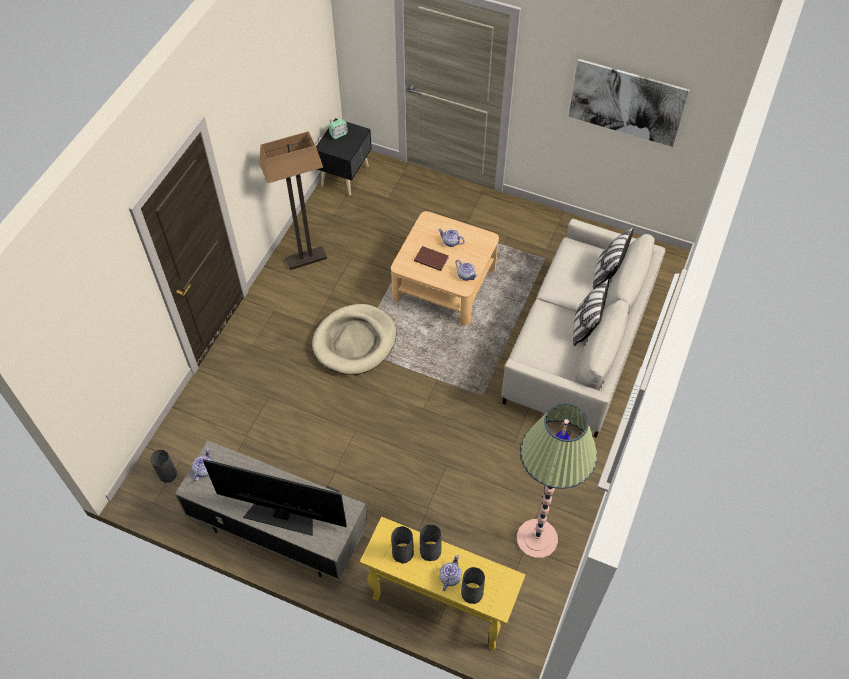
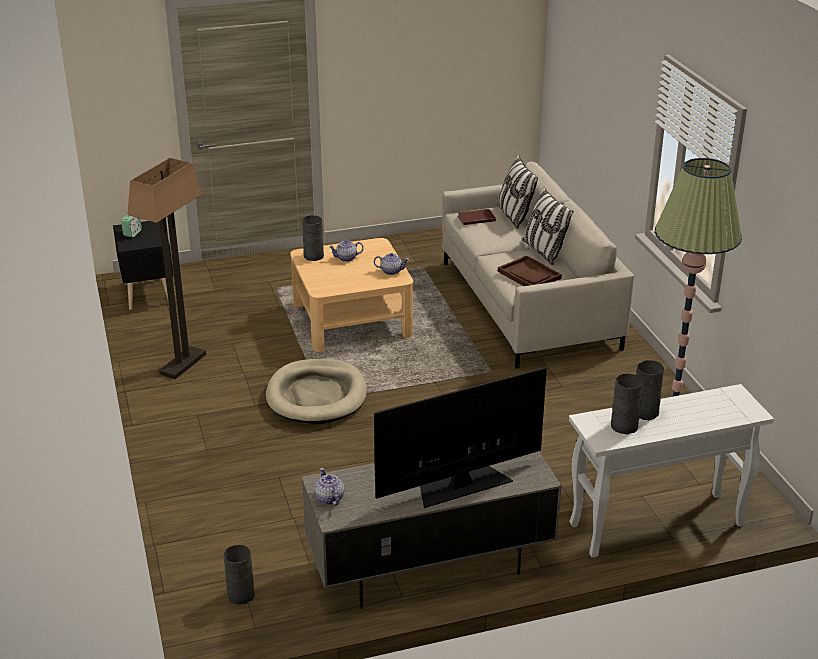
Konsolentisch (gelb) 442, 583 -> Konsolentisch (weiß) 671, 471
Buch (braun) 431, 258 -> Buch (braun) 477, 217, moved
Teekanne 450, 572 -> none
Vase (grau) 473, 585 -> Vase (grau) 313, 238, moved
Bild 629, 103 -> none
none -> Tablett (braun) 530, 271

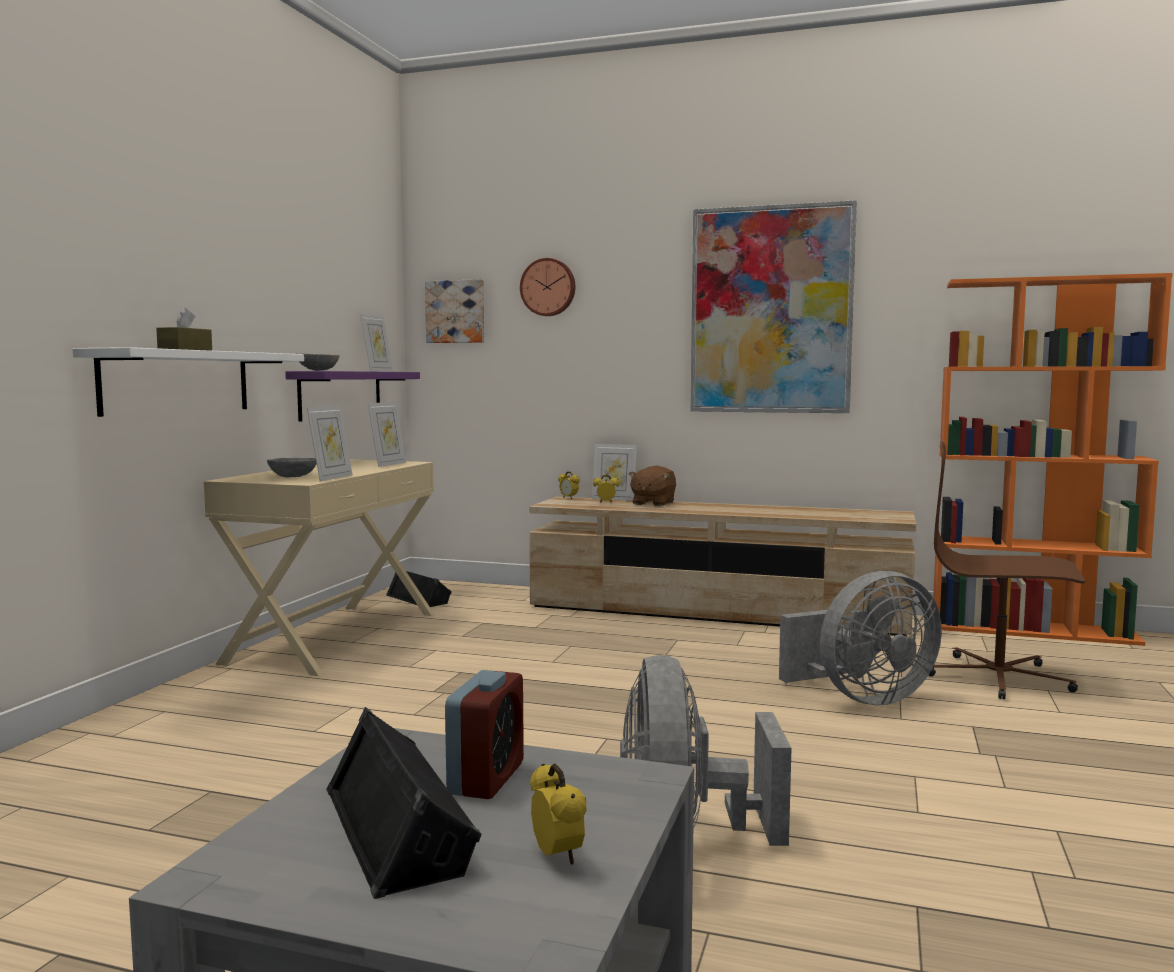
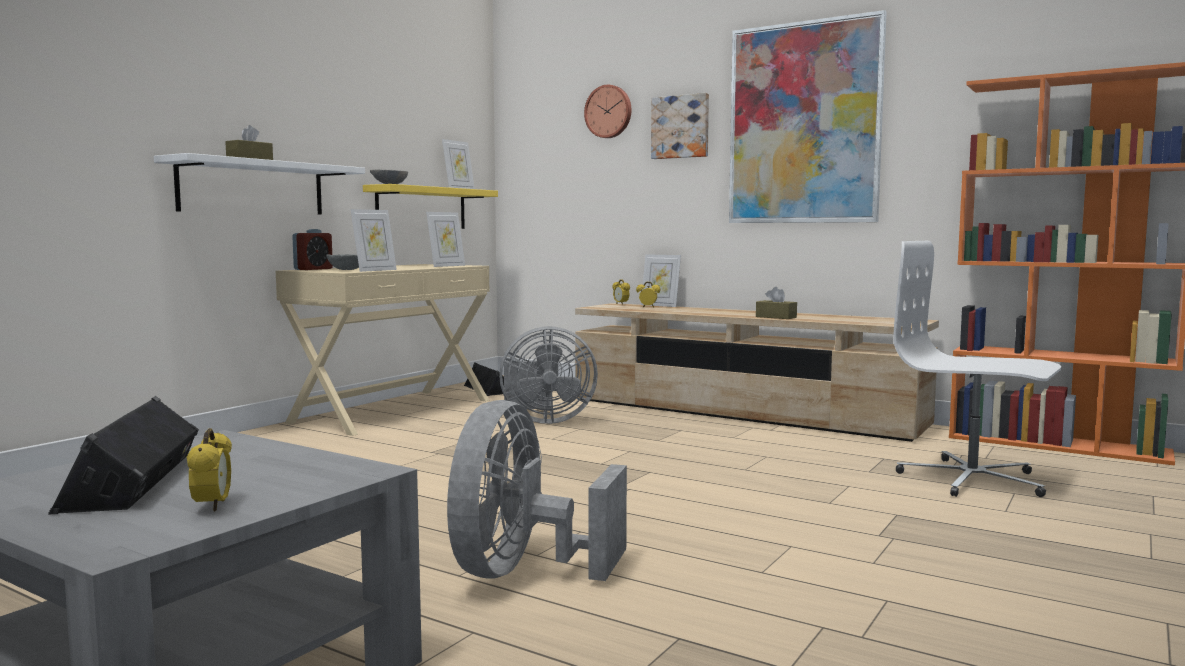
Wandregal (lila) 352, 396 -> Wandregal (gelb) 430, 206
Bild 454, 311 -> Bild 680, 126, moved
Wecker 484, 734 -> Wecker 312, 249, moved
Plüschtier (braun) 652, 486 -> none
Ventilator (grau) 860, 638 -> Ventilator (grau) 548, 375, moved
Bürostuhl (braun) 1006, 570 -> Bürostuhl (weiß) 977, 369
none -> Taschentuchbox (braun) 776, 303

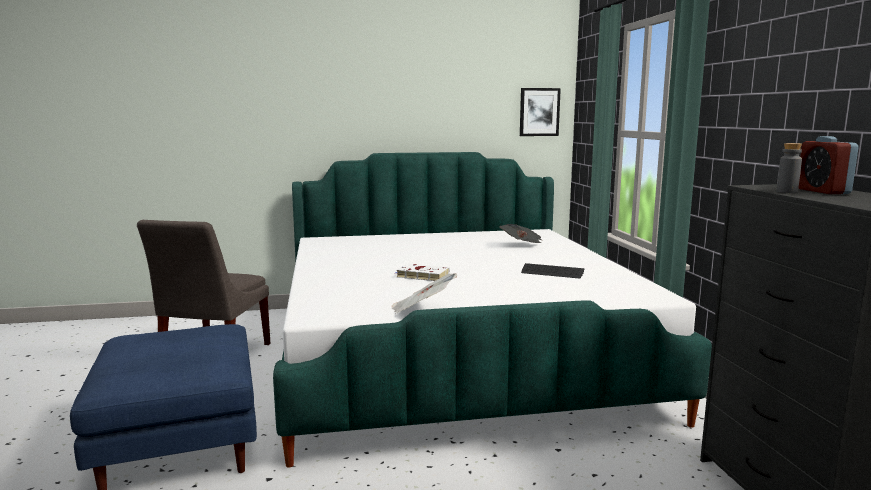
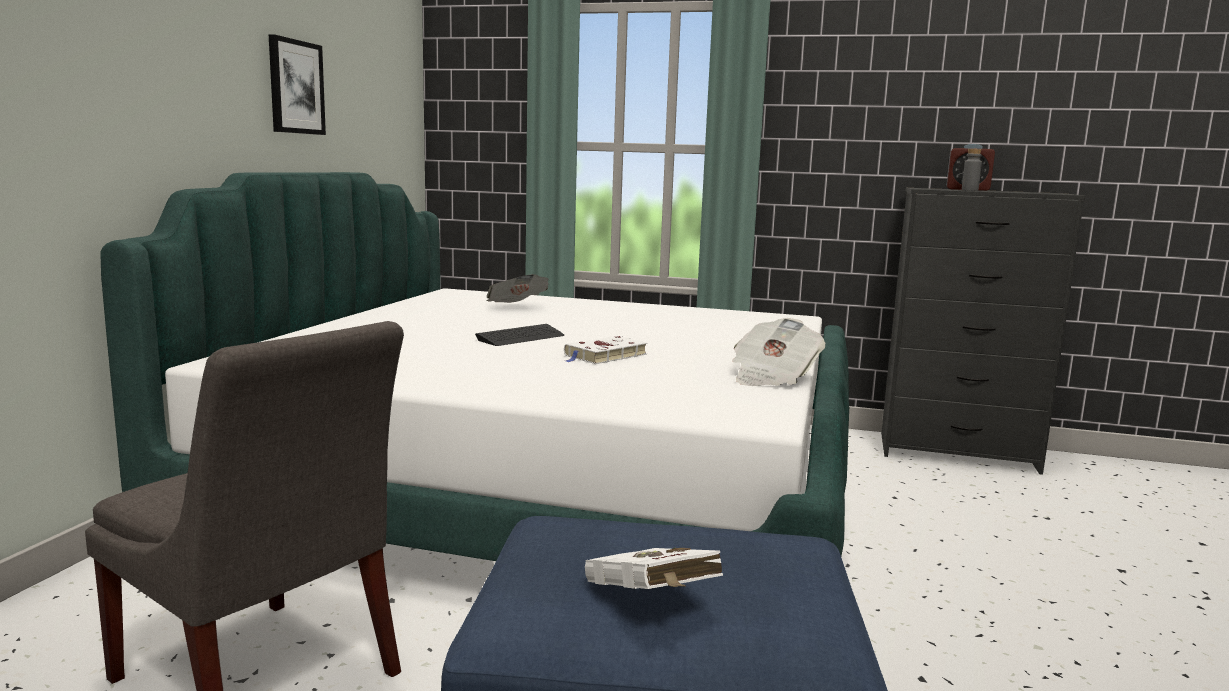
Bild 540, 112 -> Bild 297, 84, moved
Tastatur 553, 271 -> Tastatur 519, 335, moved
none -> Buch (weiß) 654, 568

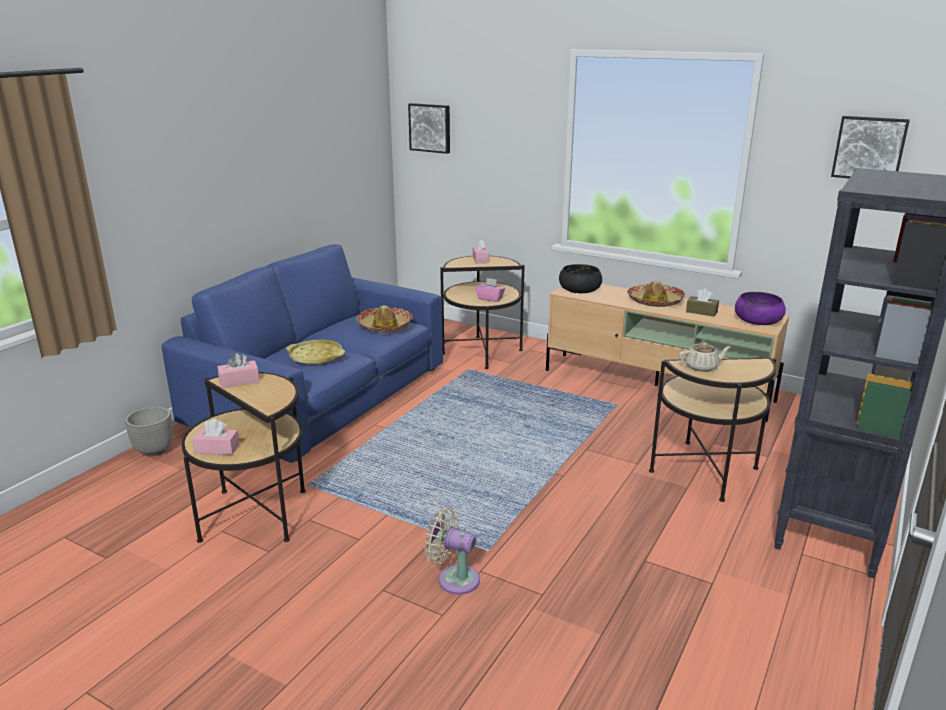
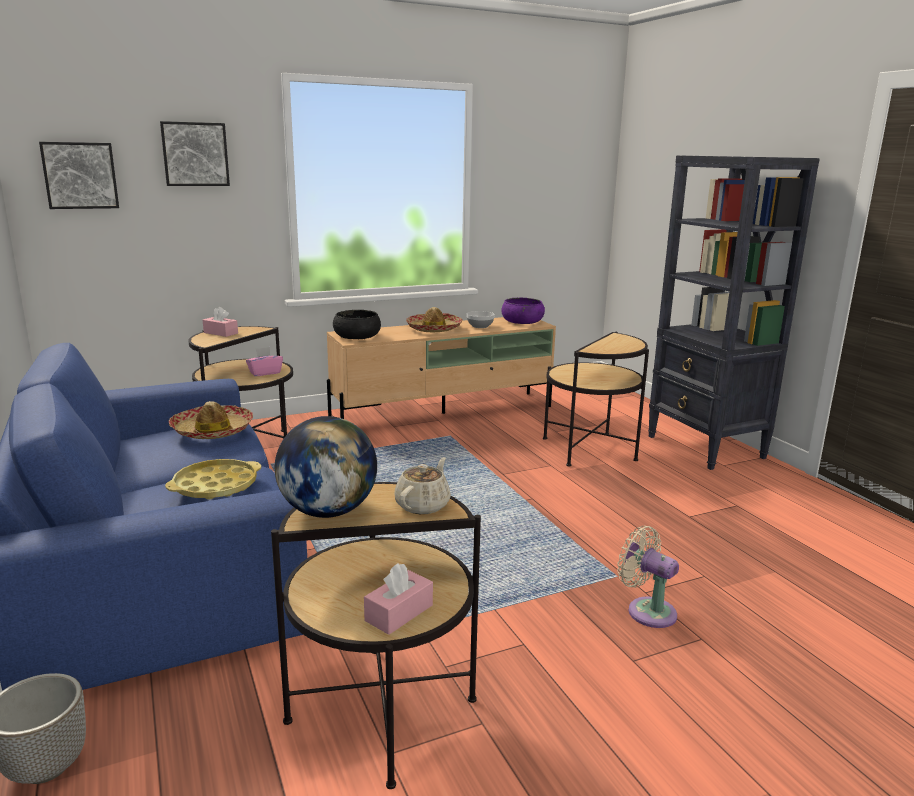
Taschentuchbox (rosa) 238, 370 -> Globus 326, 467
Ventilator (beige) 452, 551 -> Ventilator (beige) 648, 577, 75 degrees clockwise
Teekanne (beige) 704, 357 -> Teekanne (beige) 422, 485, moved
Taschentuchbox (braun) 702, 303 -> Schüssel 481, 319
Bild 870, 147 -> Bild 195, 153, moved

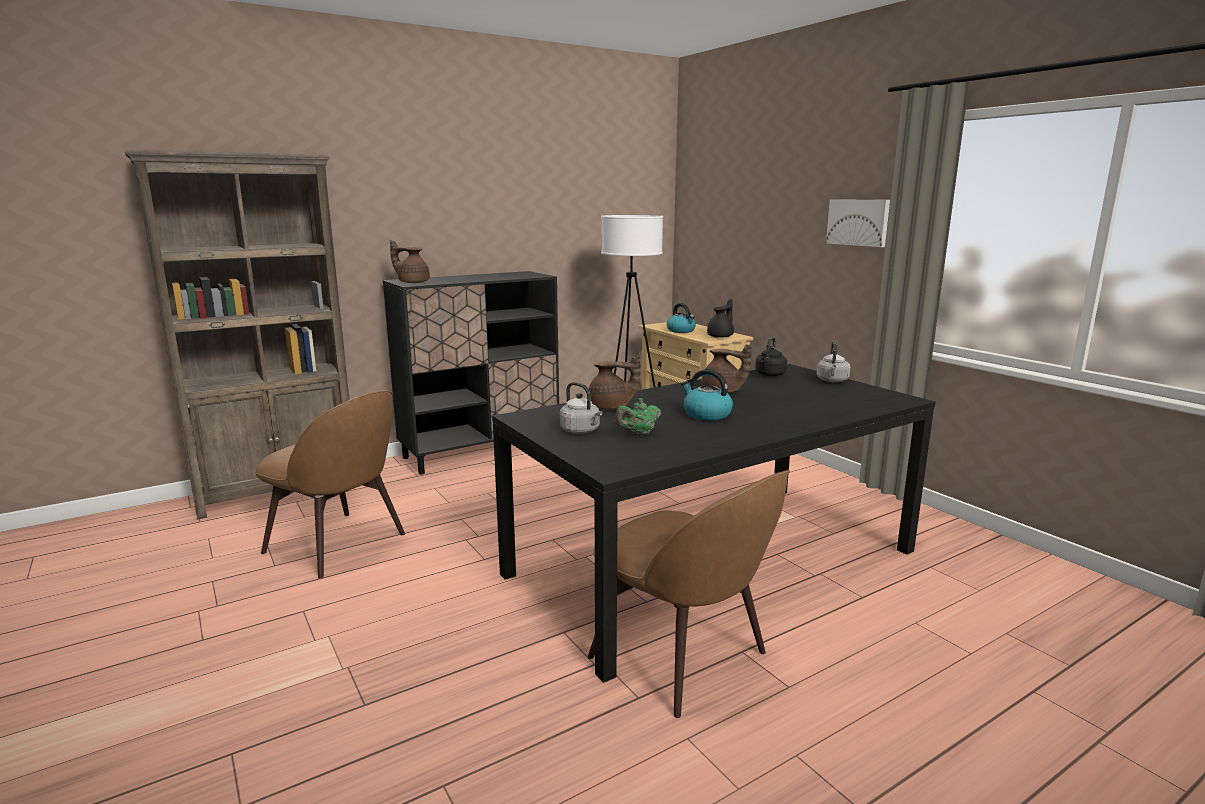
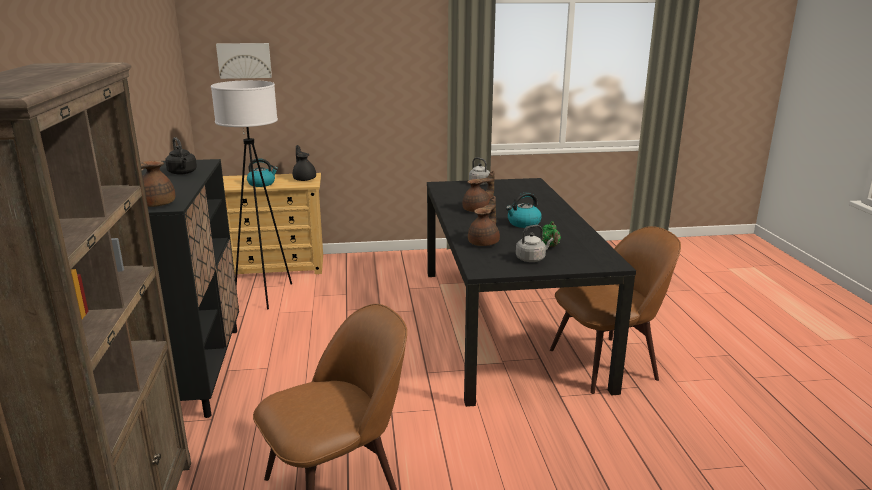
Wasserkessel (schwarz) 771, 356 -> Wasserkessel (schwarz) 181, 156, moved
Bild 858, 223 -> Bild 244, 61, moved

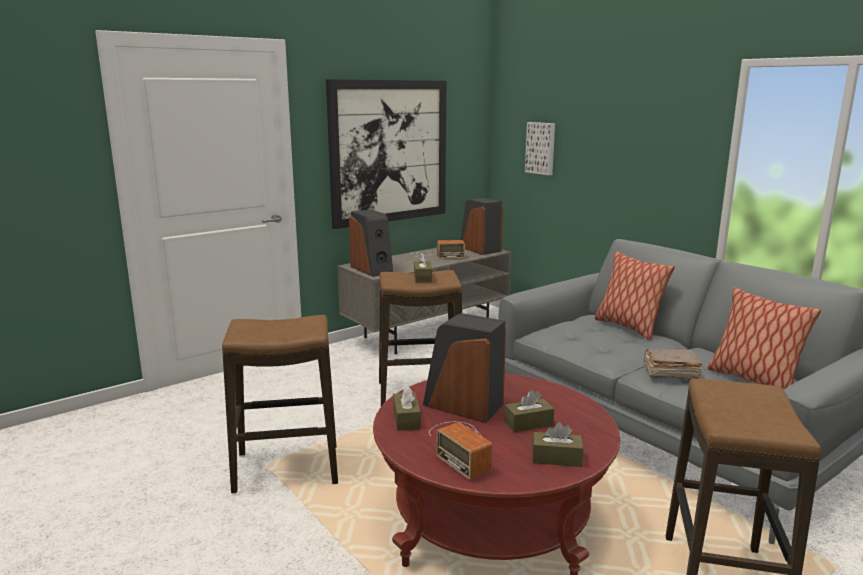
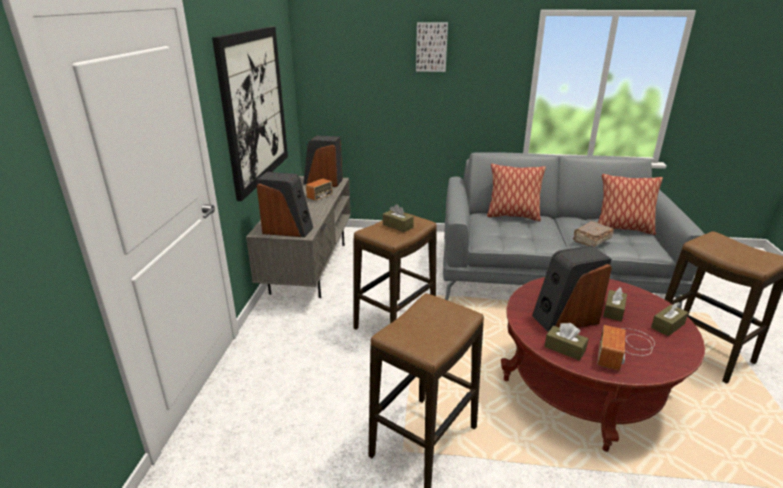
Radio 460, 450 -> Radio 626, 348, 105 degrees clockwise
Bild 540, 148 -> Bild 432, 47, moved

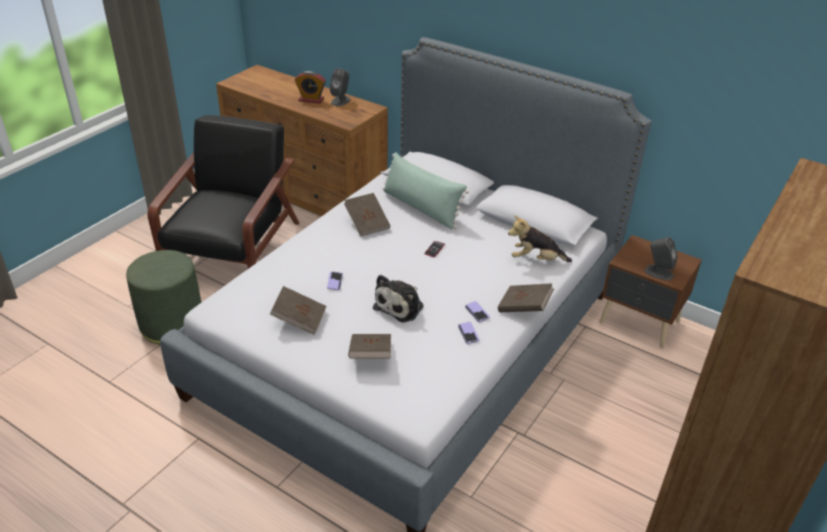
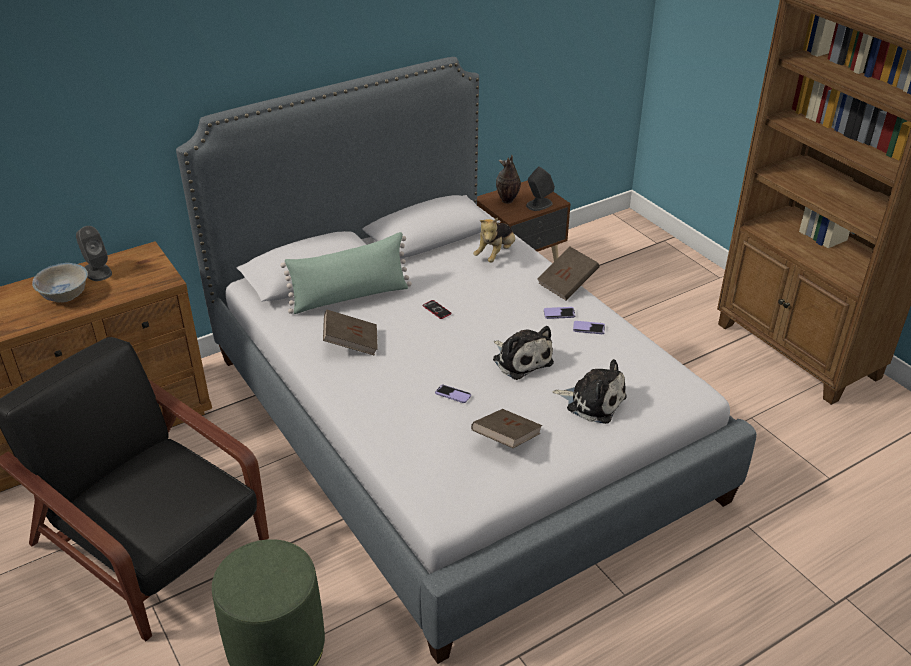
Wecker 310, 87 -> Schüssel (weiß) 60, 282
Buch (braun) 369, 346 -> Plüschtier 589, 391
none -> Vase 508, 179

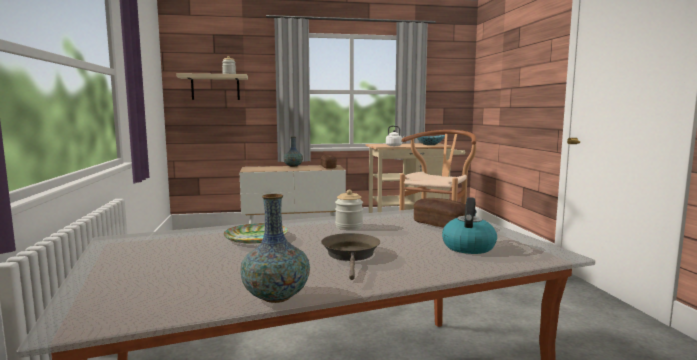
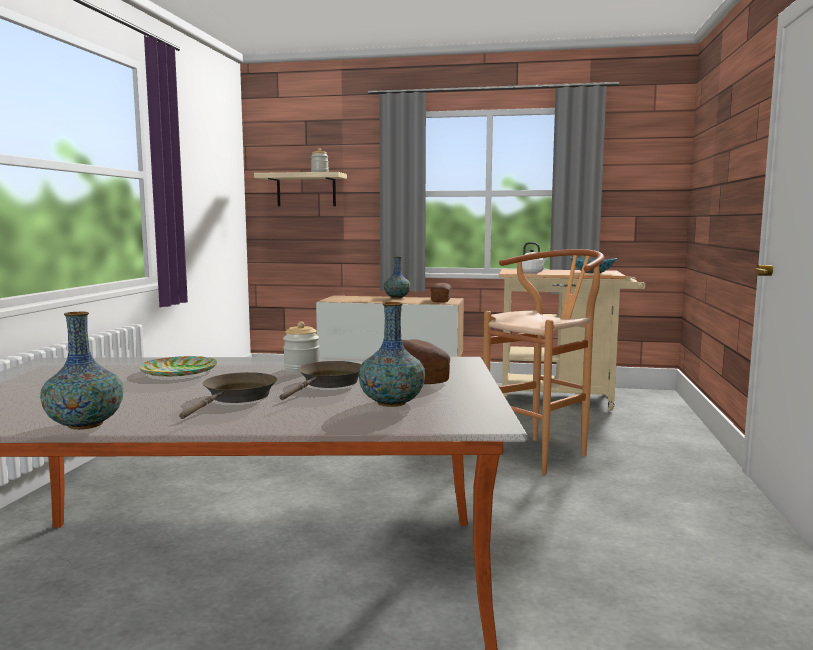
Wasserkessel 469, 225 -> Vase 392, 354
none -> Pfanne (braun) 320, 380

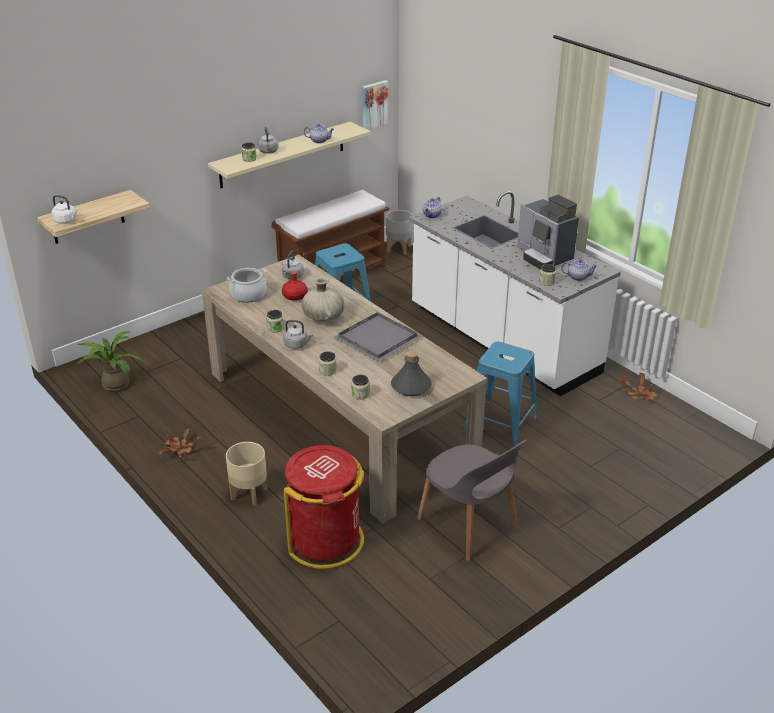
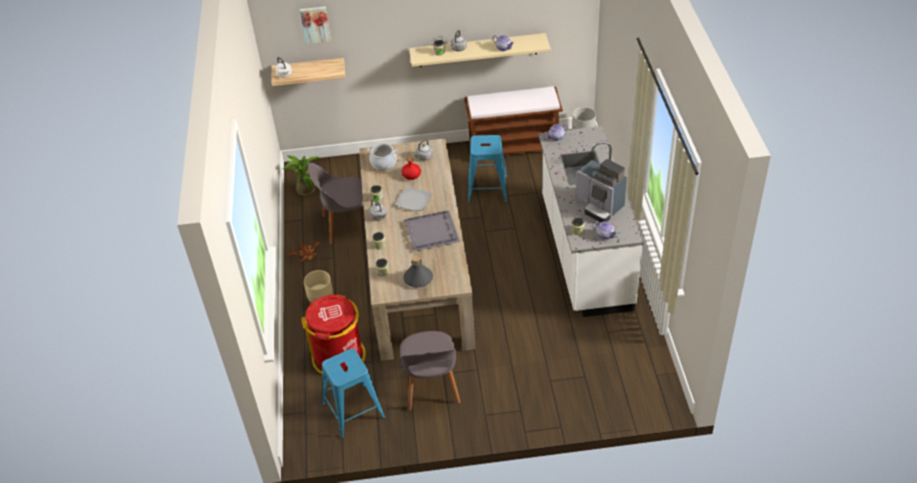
Vase (beige) 323, 299 -> Teller 413, 199
Bild 375, 105 -> Bild 315, 25, moved
Hocker (blau) 500, 394 -> Hocker (blau) 353, 393, moved
Kaffeemaschine 548, 232 -> Kaffeemaschine 601, 191, 45 degrees counterclockwise
Topfpflanze 638, 387 -> none
none -> Stuhl (grau) 336, 204

